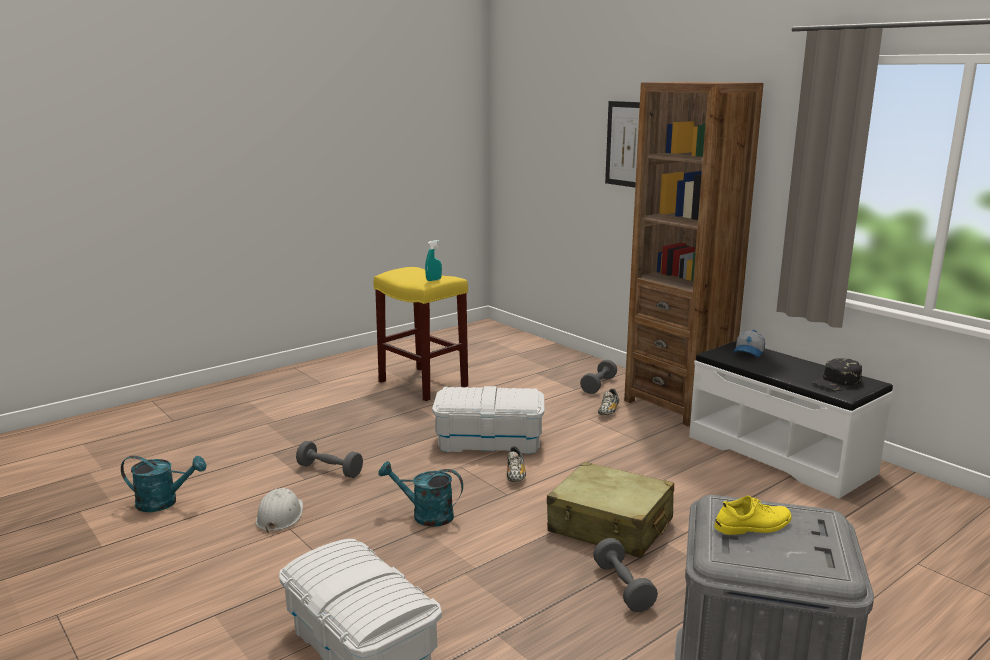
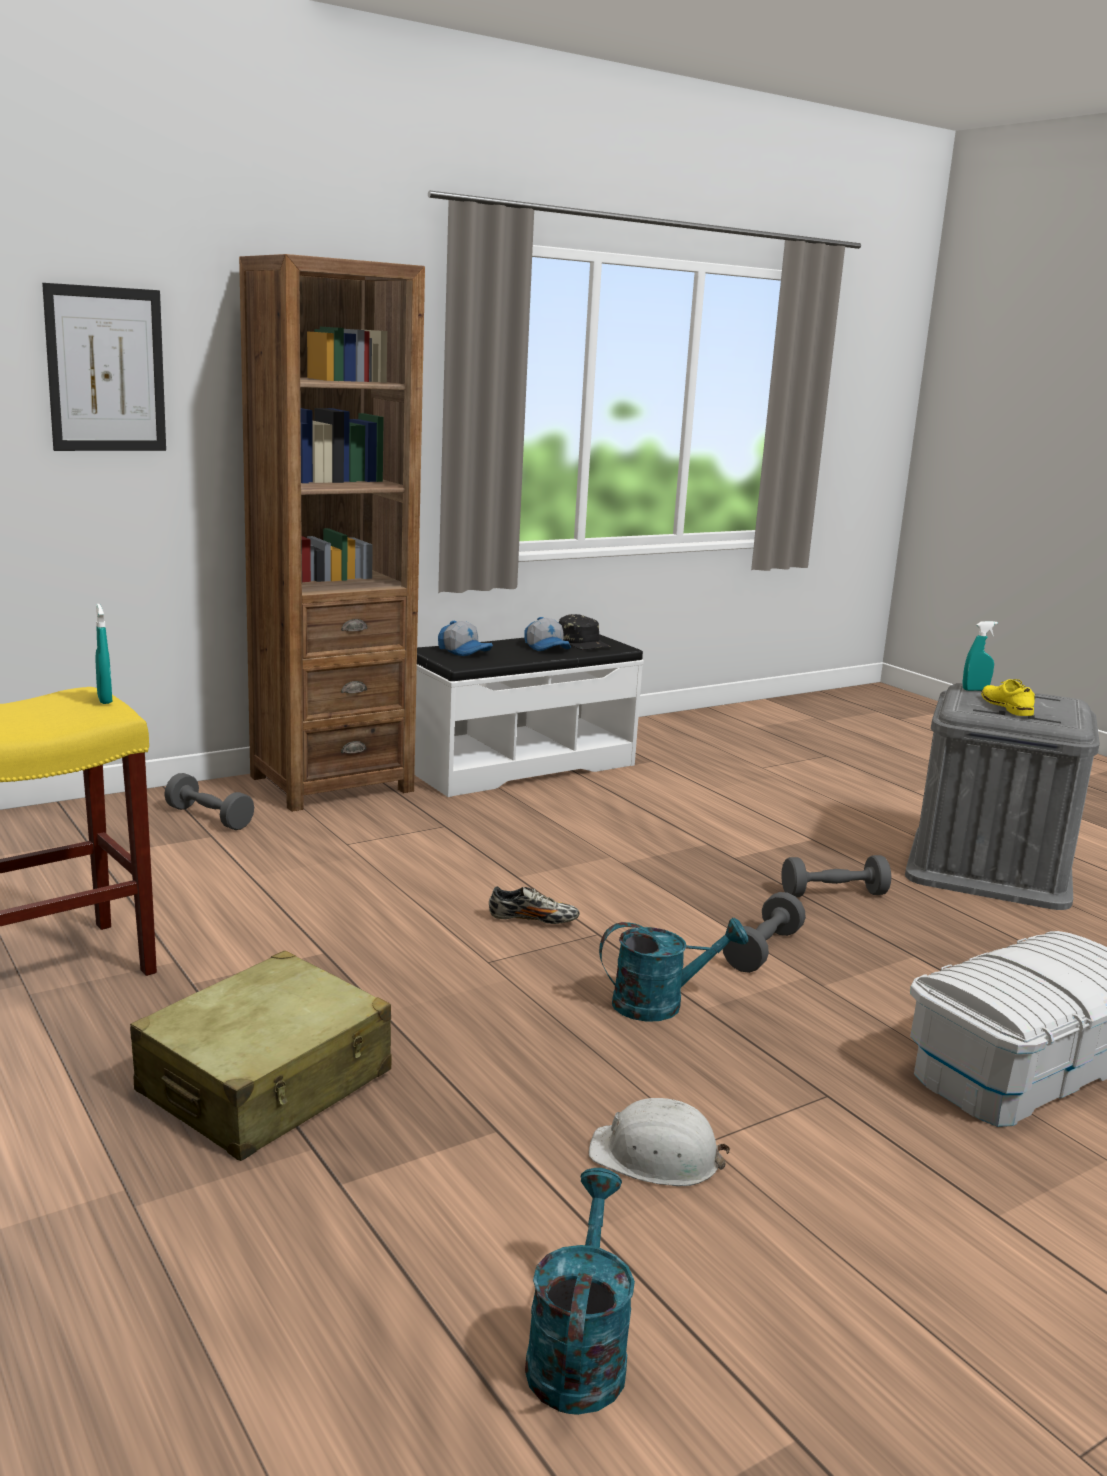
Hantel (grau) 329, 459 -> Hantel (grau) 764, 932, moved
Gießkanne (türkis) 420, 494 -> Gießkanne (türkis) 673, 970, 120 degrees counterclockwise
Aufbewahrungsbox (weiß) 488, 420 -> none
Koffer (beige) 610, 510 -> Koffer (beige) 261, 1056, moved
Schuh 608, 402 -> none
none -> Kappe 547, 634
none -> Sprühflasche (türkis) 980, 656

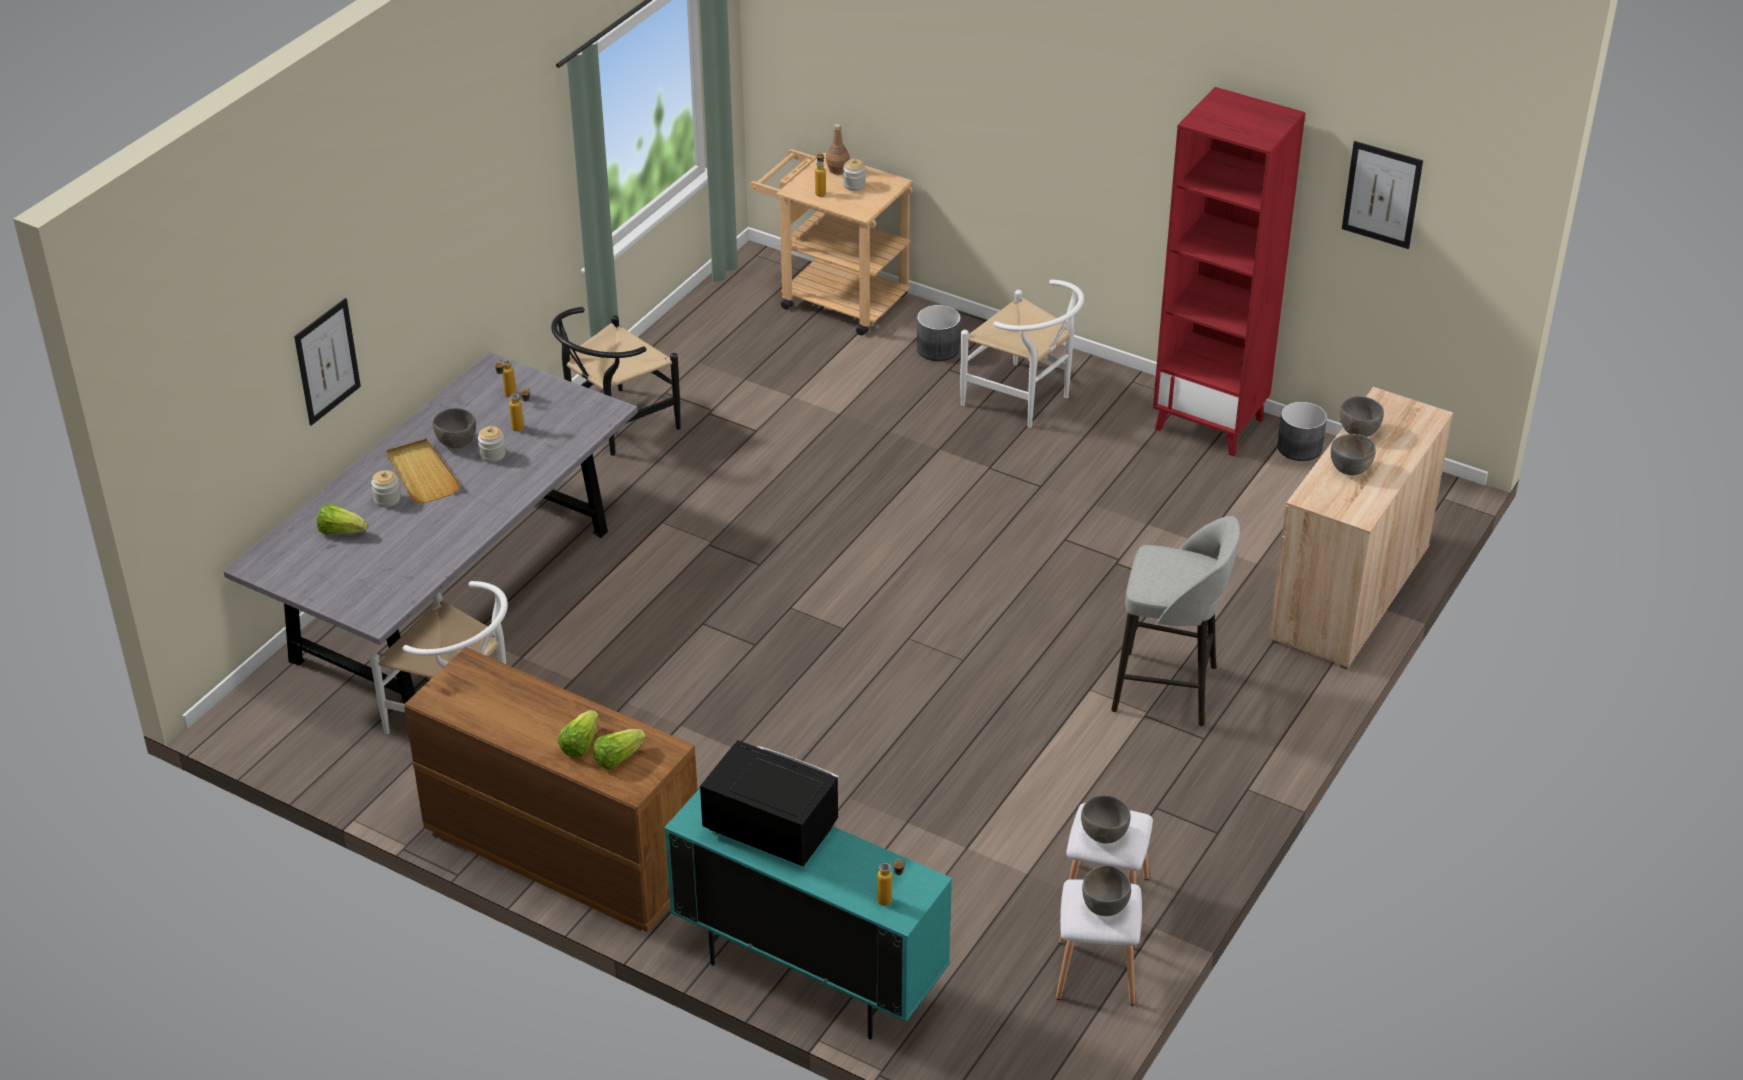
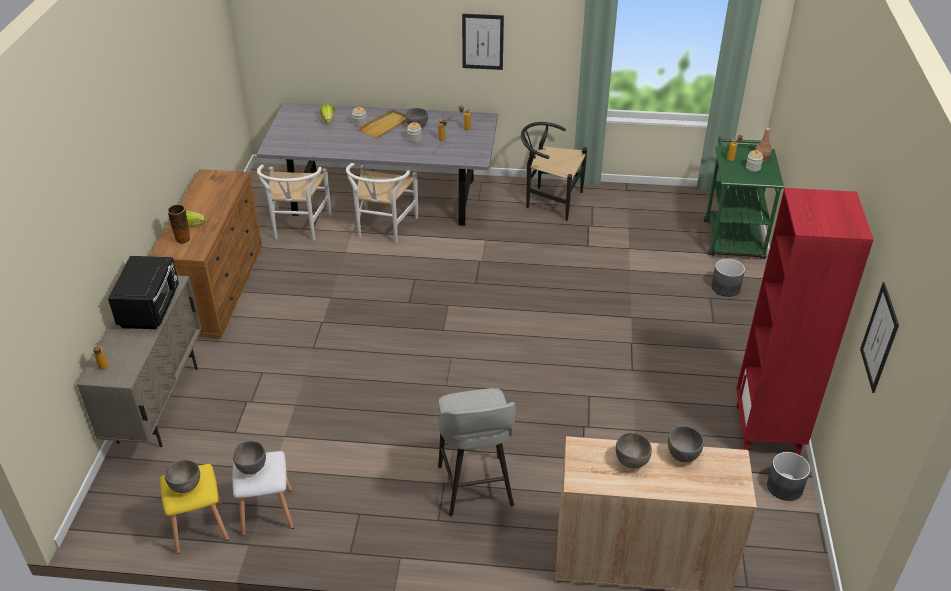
Bild 327, 361 -> Bild 483, 42, moved
Salatkopf 619, 749 -> Vase 179, 224
Schrank (türkis) 808, 914 -> Schrank (beige) 139, 361
Rollwagen (beige) 832, 242 -> Rollwagen (grün) 744, 198
Stuhl (weiß) 1022, 354 -> Stuhl (weiß) 382, 203, moved
Hocker (weiß) 1099, 942 -> Hocker (gelb) 194, 509

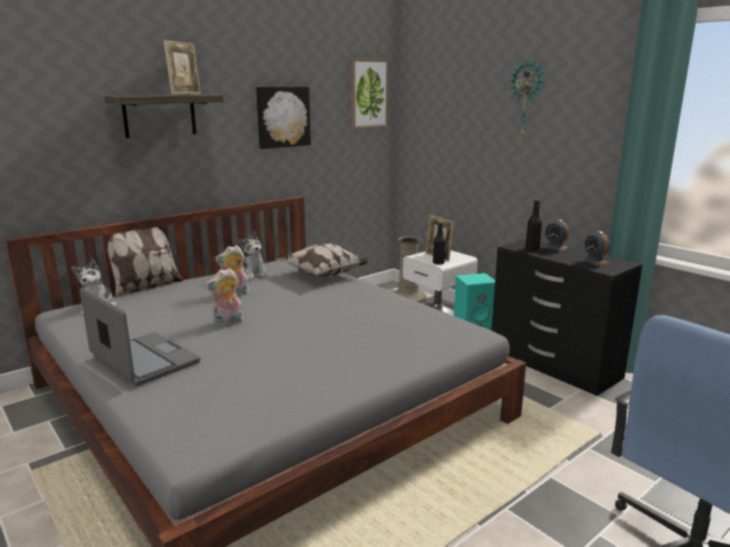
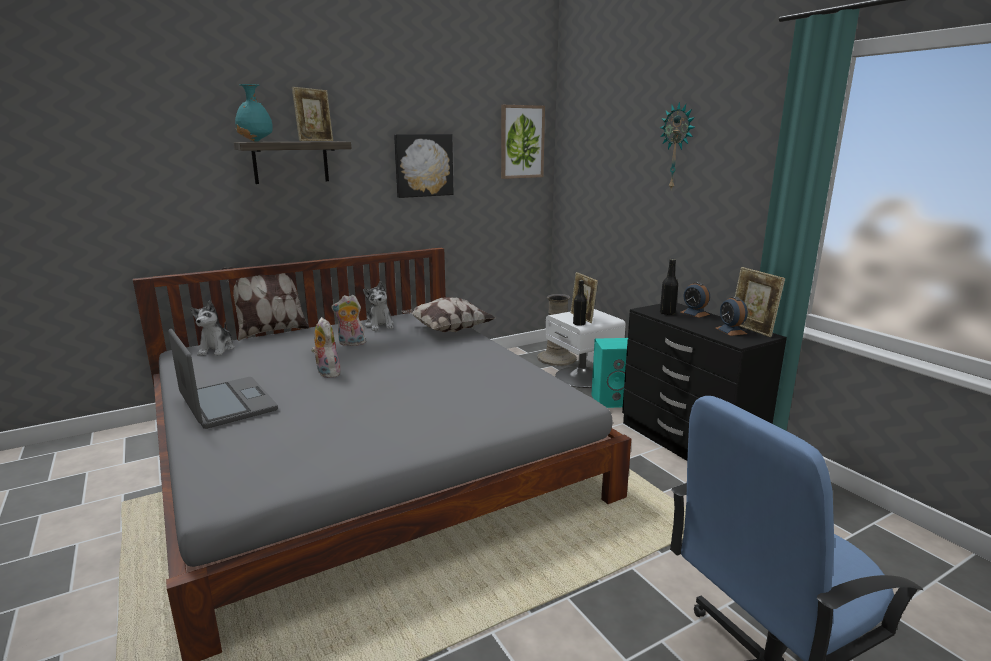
Plüschtier 224, 297 -> Plüschtier 327, 347, 75 degrees clockwise
none -> Vase (türkis) 254, 113
none -> Bilderrahmen 760, 302

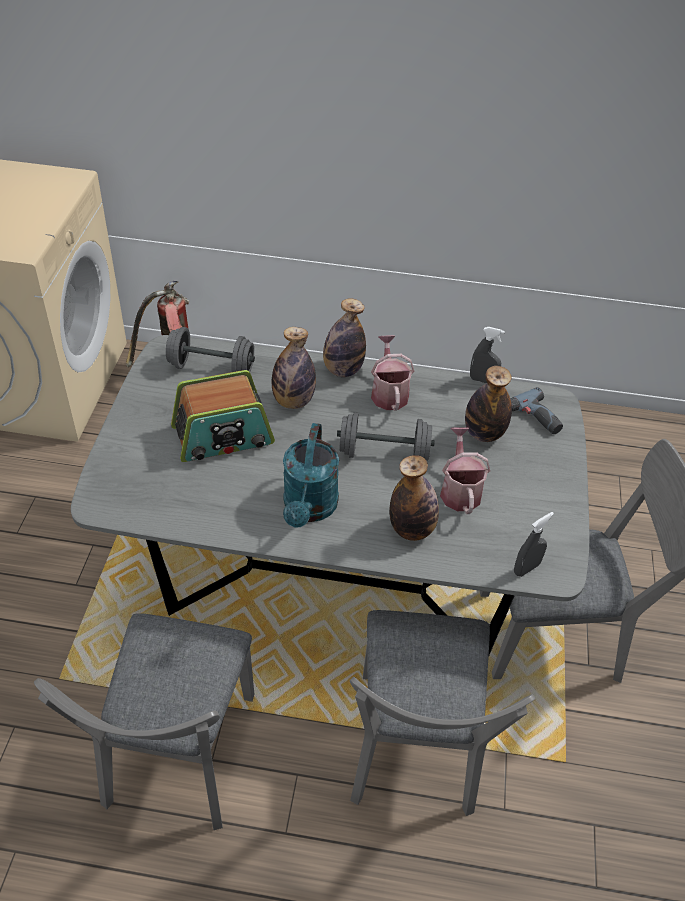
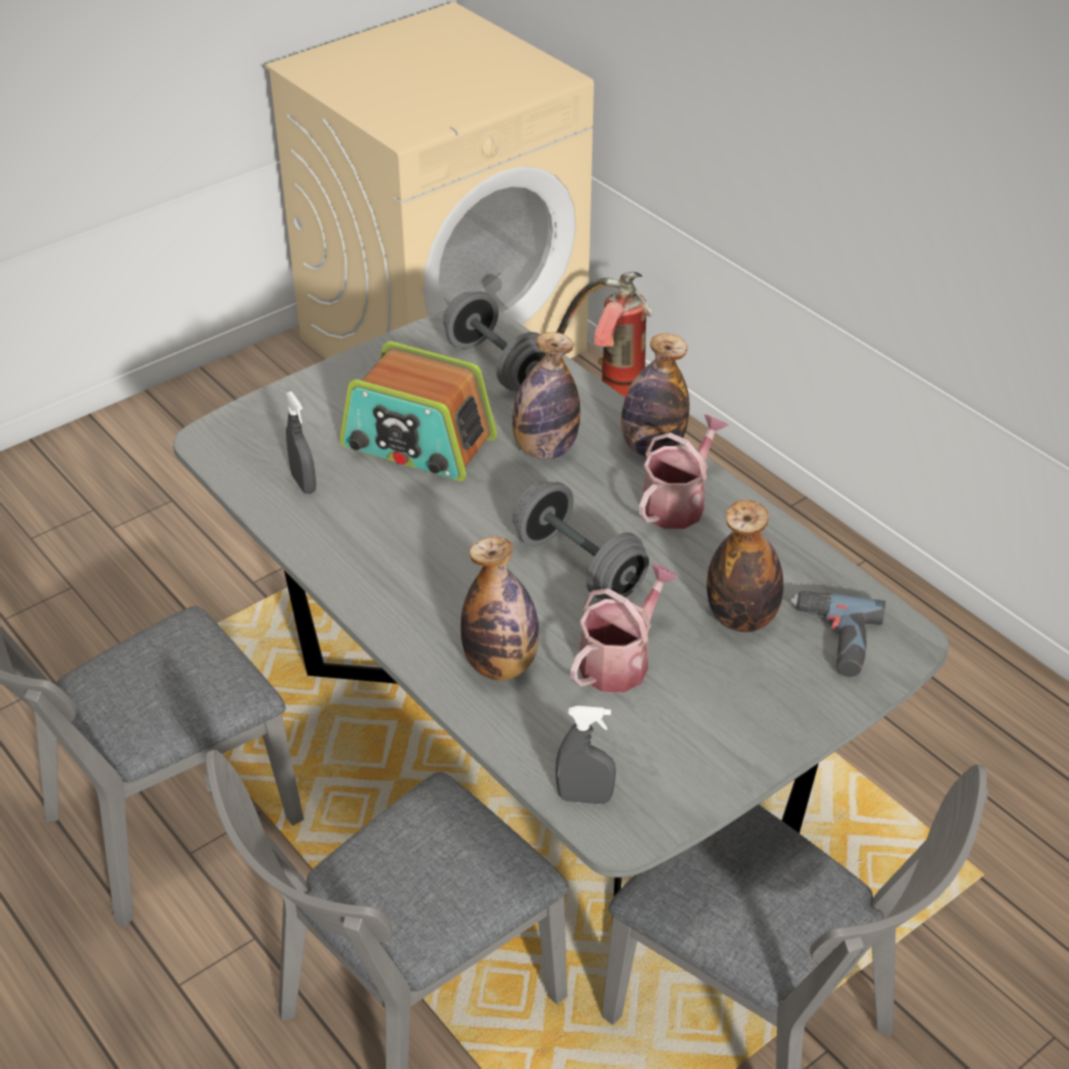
Gießkanne (türkis) 311, 475 -> none
Sprühflasche (grau) 487, 355 -> Sprühflasche (grau) 301, 442, moved

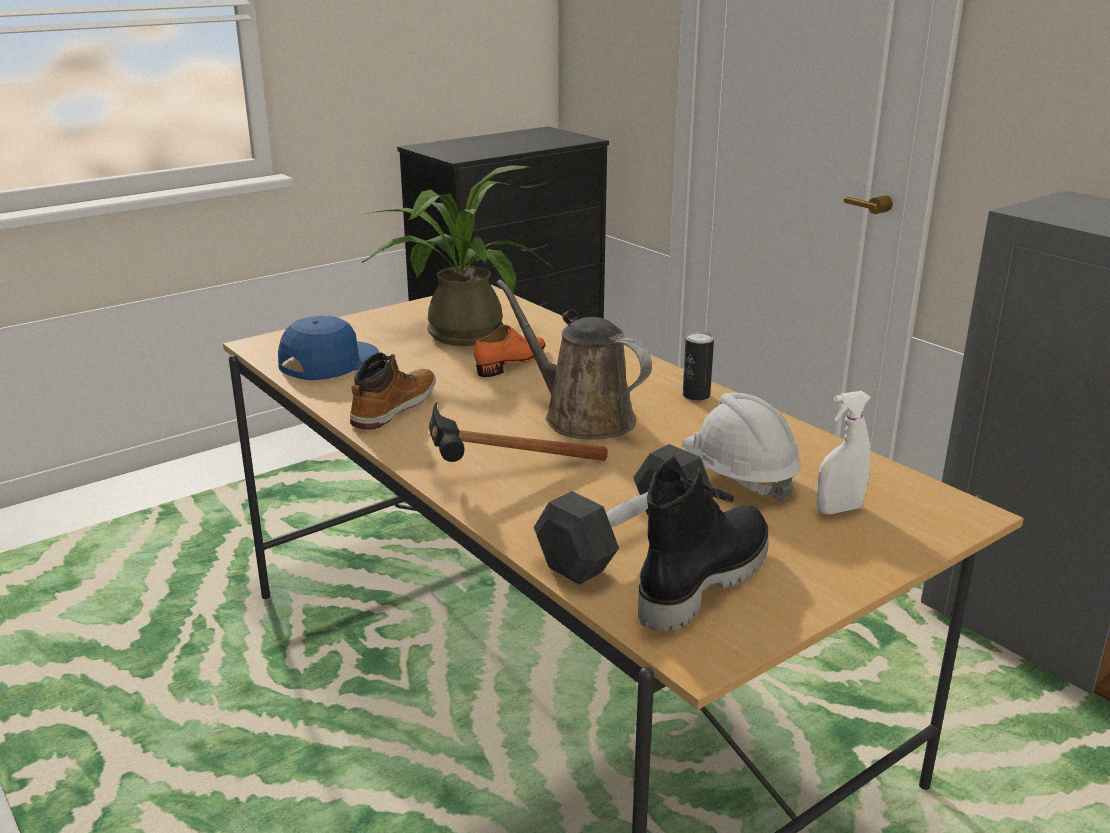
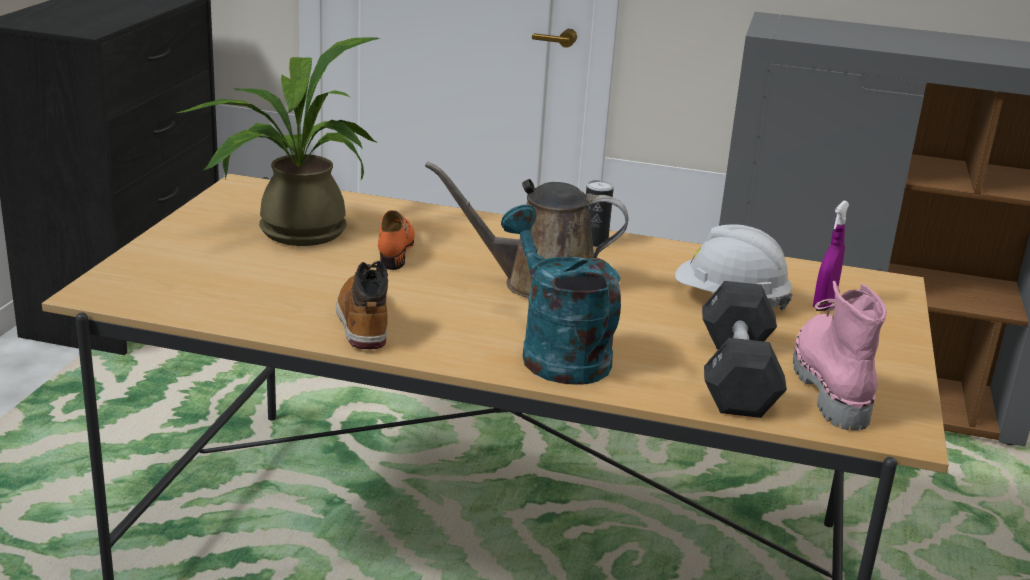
Kappe (blau) 328, 348 -> none
Hammer 518, 432 -> Gießkanne (türkis) 561, 295
Stiefel (schwarz) 703, 544 -> Stiefel (rosa) 840, 356
Sprühflasche (weiß) 844, 452 -> Sprühflasche (lila) 831, 254

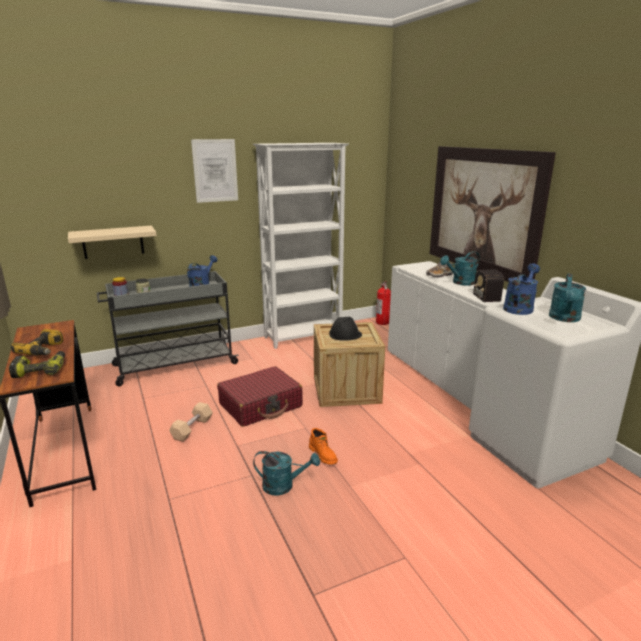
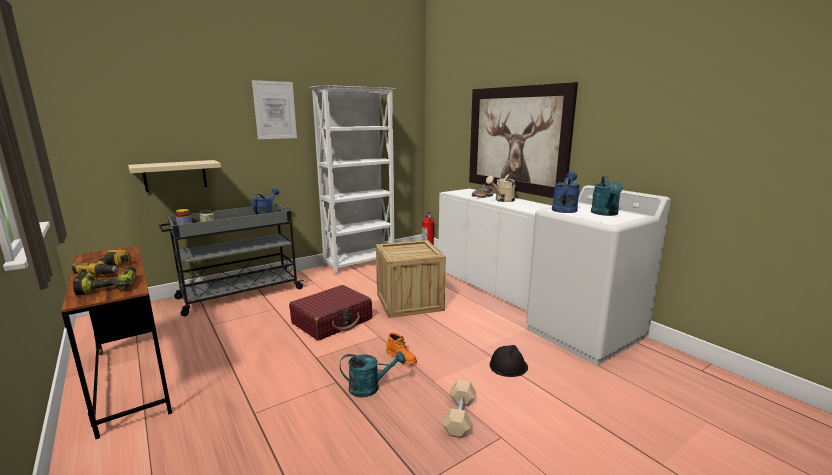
Hantel (beige) 191, 422 -> Hantel (beige) 459, 409, moved
Schutzhelm (schwarz) 345, 329 -> Schutzhelm (schwarz) 509, 361, moved
Gießkanne (türkis) 460, 268 -> Gießkanne (beige) 501, 187
Radio 486, 285 -> none

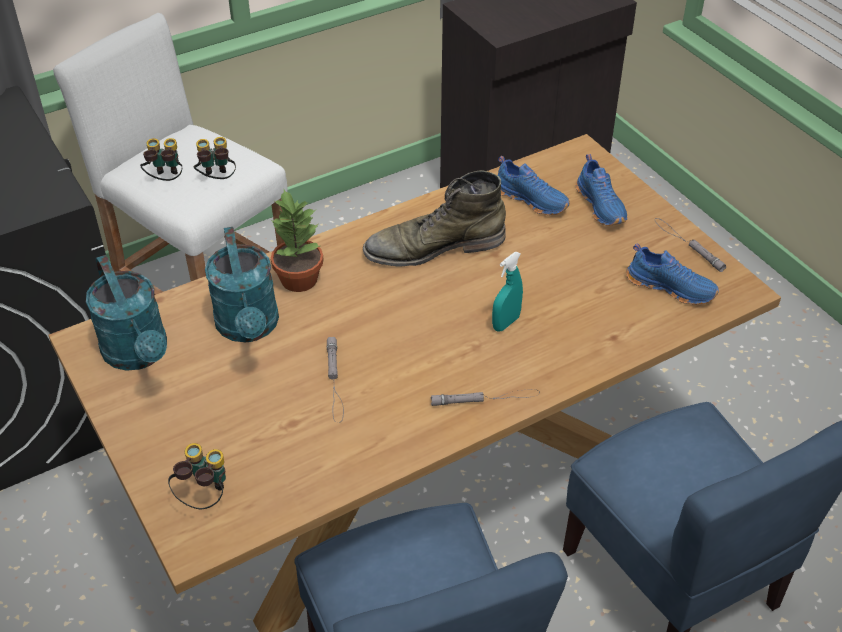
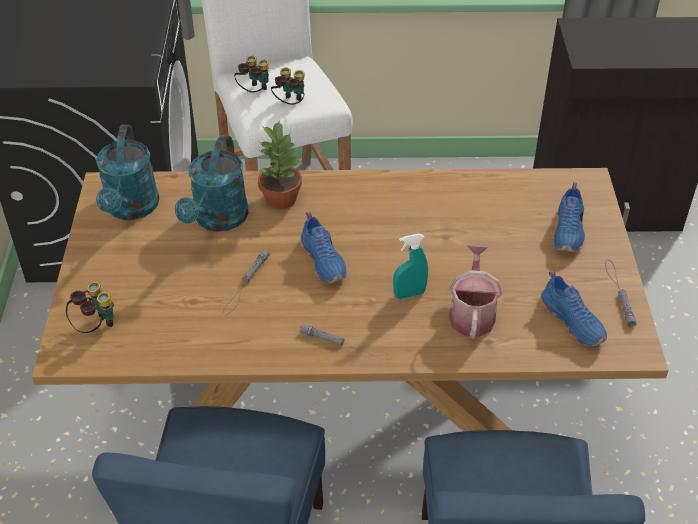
Stiefel (grün) 434, 218 -> none
Schuh (blau) 533, 185 -> Schuh (blau) 323, 248, moved
none -> Gießkanne 475, 292

